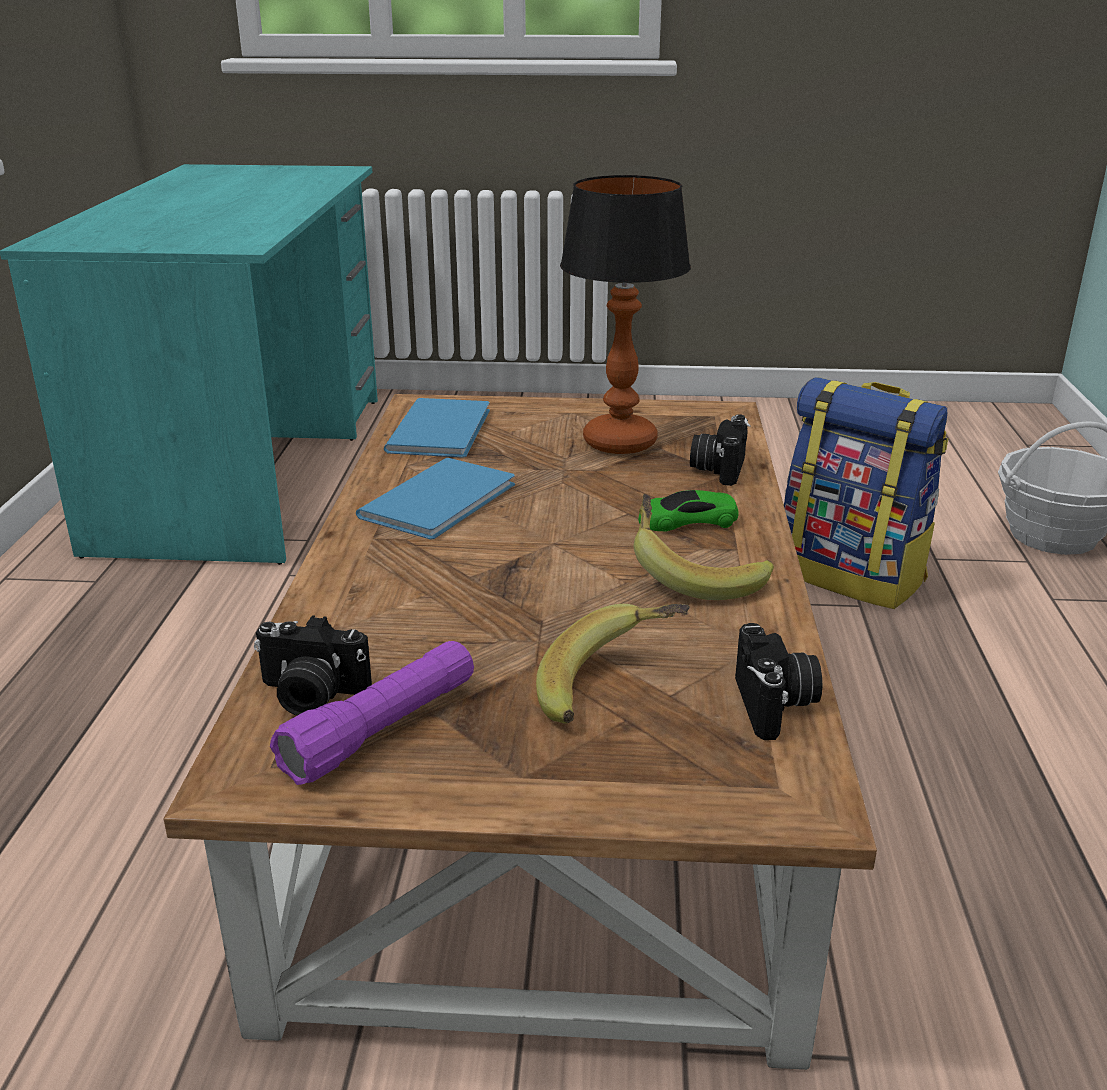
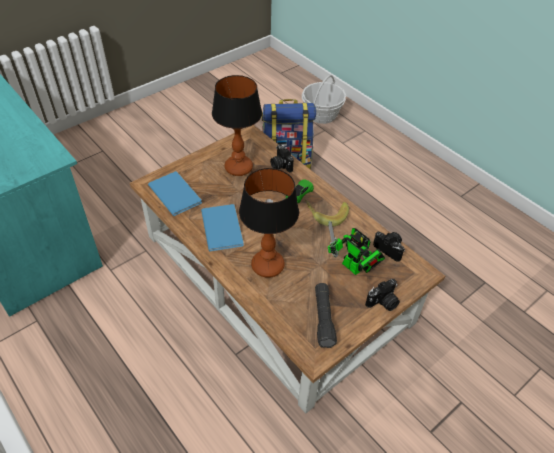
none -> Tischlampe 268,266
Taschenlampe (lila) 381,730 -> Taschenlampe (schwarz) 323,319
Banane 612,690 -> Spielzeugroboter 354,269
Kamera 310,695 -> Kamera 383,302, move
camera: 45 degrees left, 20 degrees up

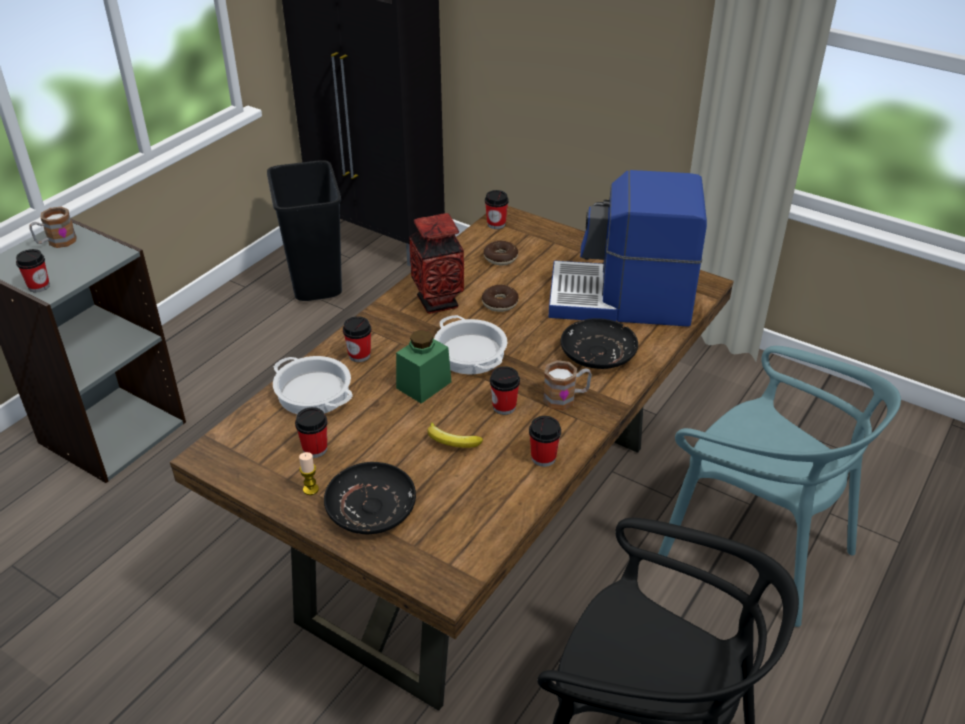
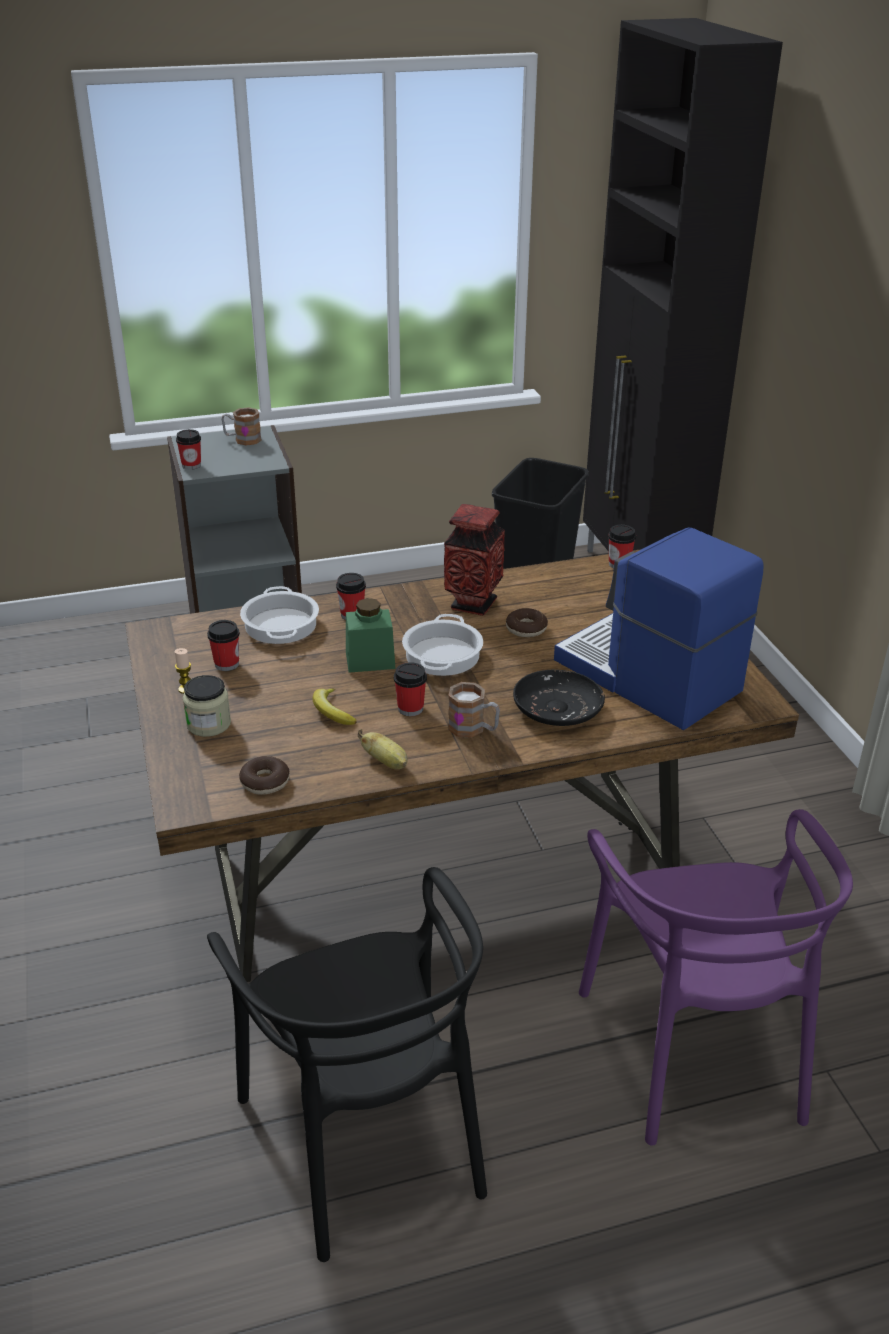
Teller (schwarz) 371,507 -> Vorratsglas 209,724
Donut 500,258 -> Donut 265,782, move
Tasse 543,458 -> Banane 386,762
Stuhl (türkis) 757,548 -> Stuhl (lila) 695,1050
camera: 40 degrees right, 5 degrees down

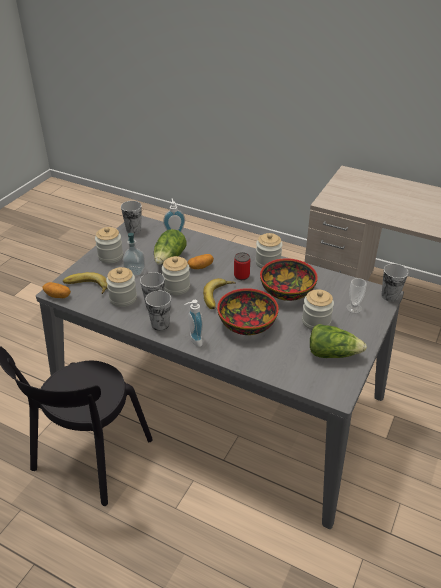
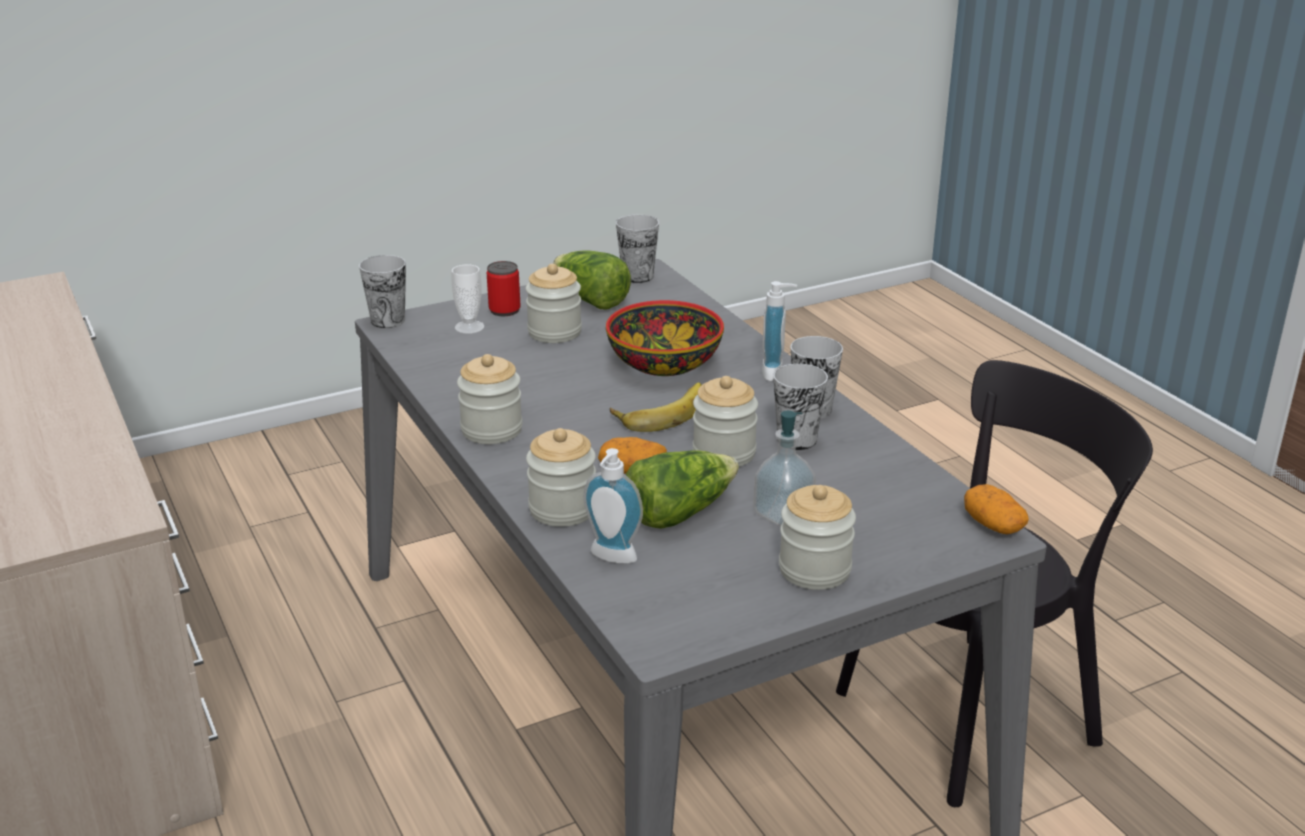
Dose 241,276 -> Dose 504,310, move
Vorratsglas 123,298 -> Vorratsglas 562,509, move
Tasse 133,229 -> Tasse 637,276, move
Banane 86,287 -> none
Schüssel 286,291 -> none
camera: 145 degrees left, 10 degrees down

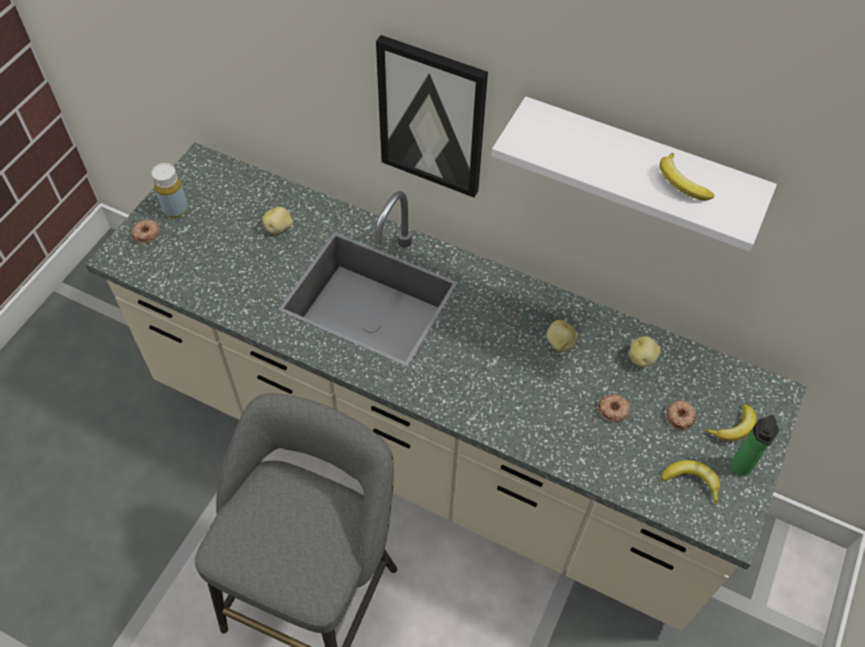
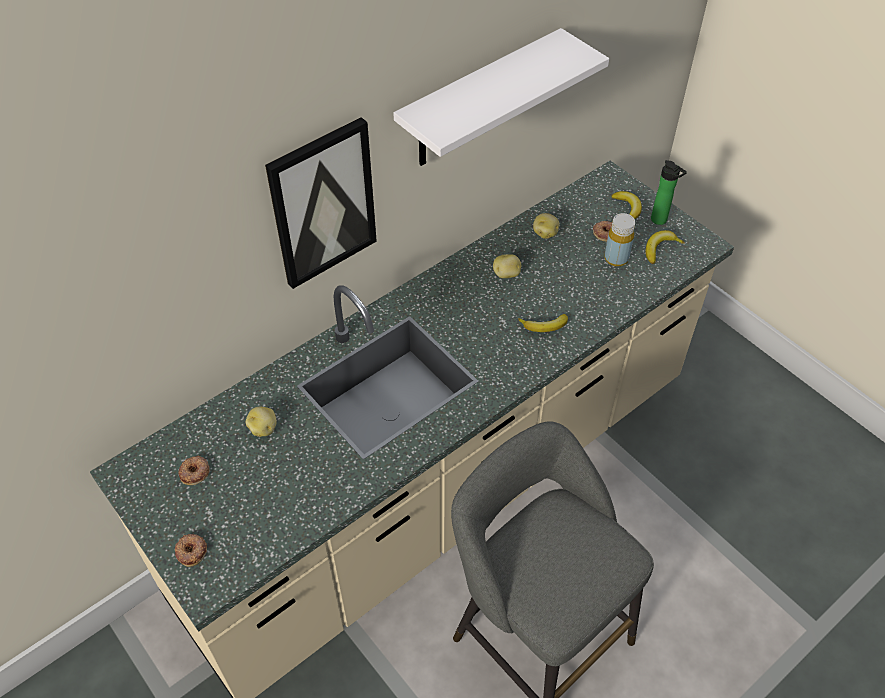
Donut 613,410 -> Donut 195,472, move
Banane 680,183 -> Banane 544,327, move
Flasche (gelb) 175,209 -> Flasche (gelb) 616,259, move
camera: 65 degrees left, 5 degrees down

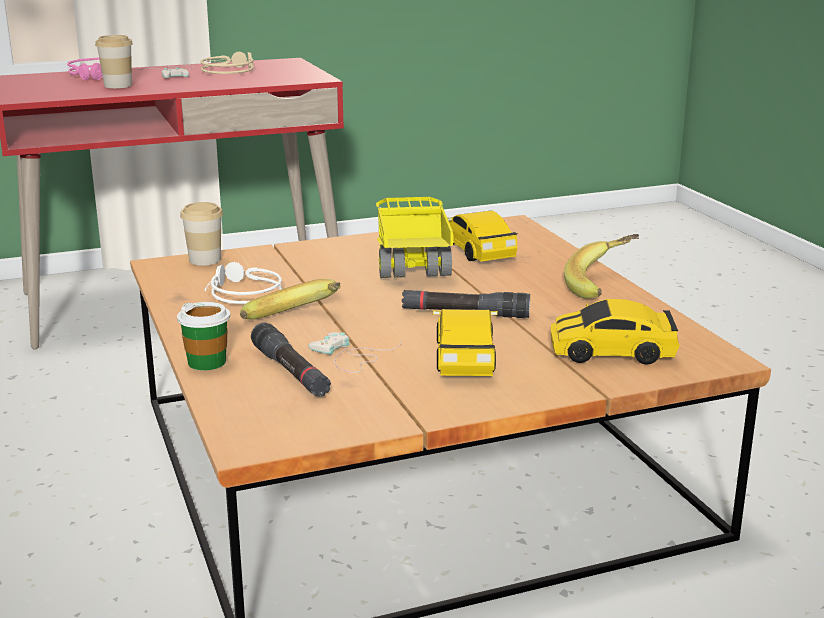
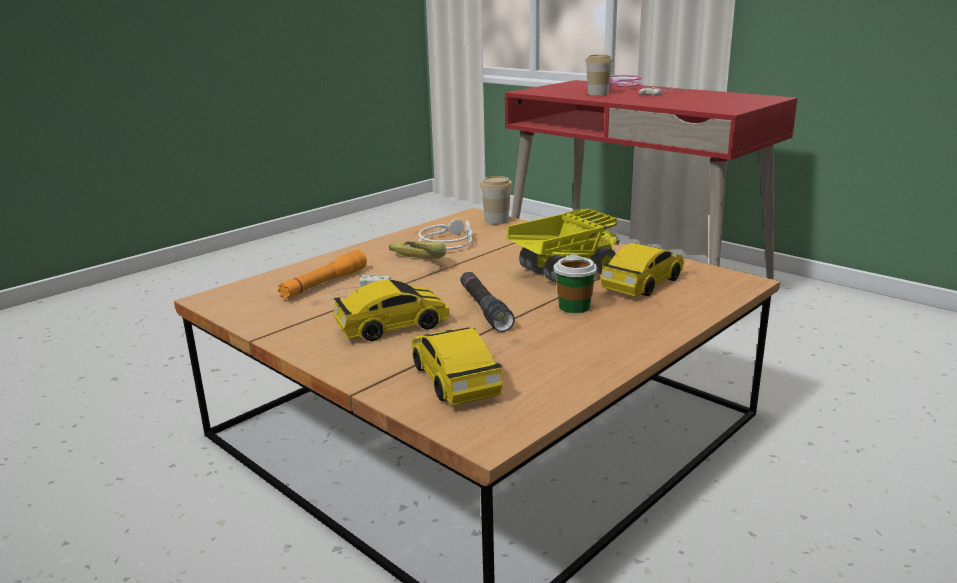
Taschenlampe (schwarz) 291,372 -> Taschenlampe (orange) 324,284
Tasse 207,362 -> Tasse 574,307, move
Kopfhörer (beige) 229,71 -> none
Banane 604,286 -> none
camera: 65 degrees right, 0 degrees up

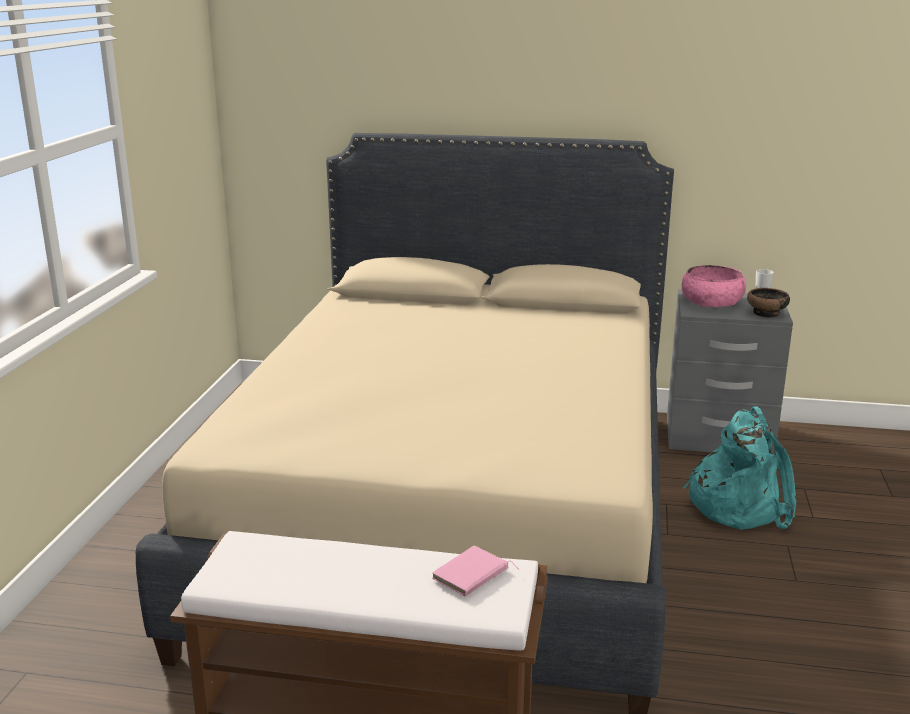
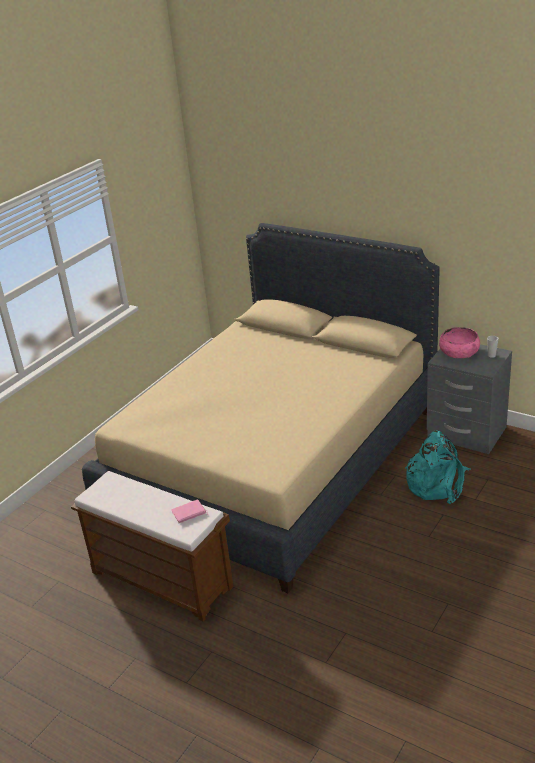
Schüssel 766,313 -> none
camera: 25 degrees right, 10 degrees up

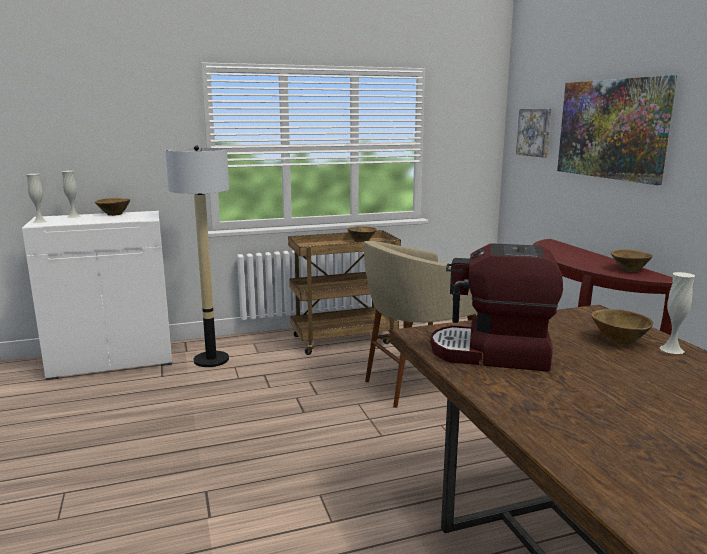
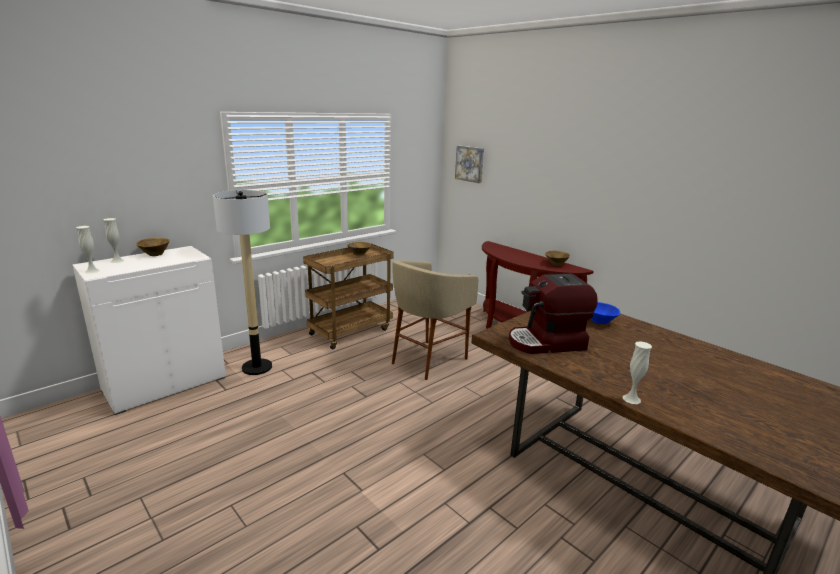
Schüssel (braun) 618,340 -> Schüssel (blau) 599,321
Vase (weiß) 671,349 -> Vase (weiß) 631,399, move
Bild 611,129 -> none
camera: 25 degrees left, 5 degrees up

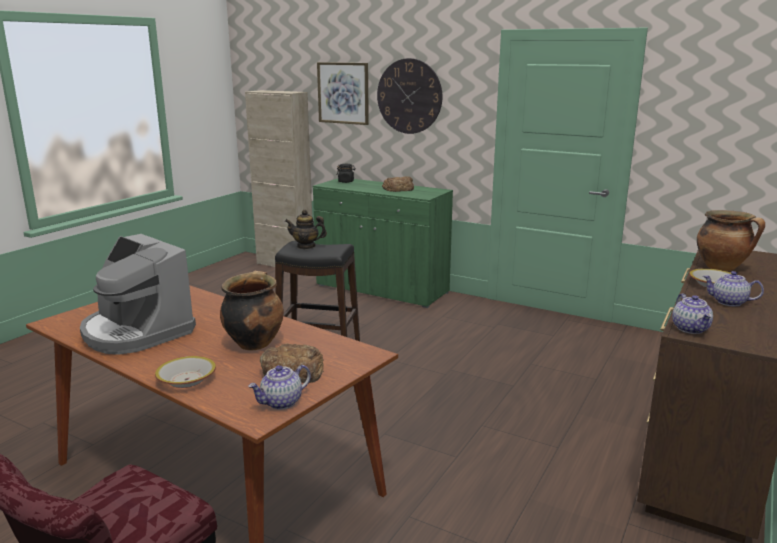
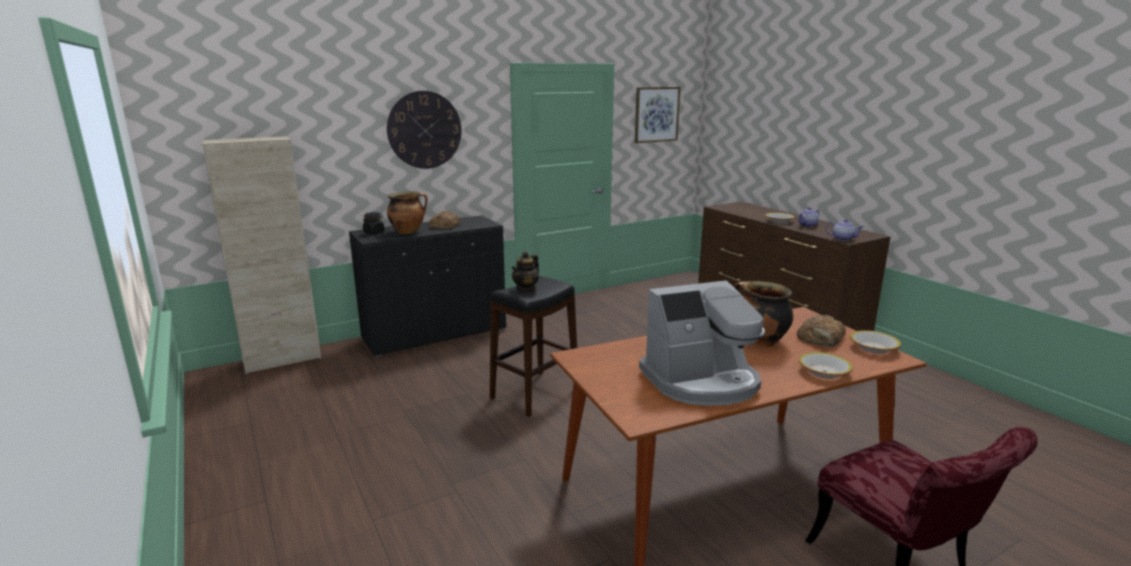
Schrank (grün) 381,289 -> Schrank (schwarz) 435,334
Kochtopf 722,268 -> Kochtopf 408,232, move
Bild 343,93 -> Bild 656,114, move
Teekanne 281,402 -> Schüssel 873,348
camera: 60 degrees left, 0 degrees up

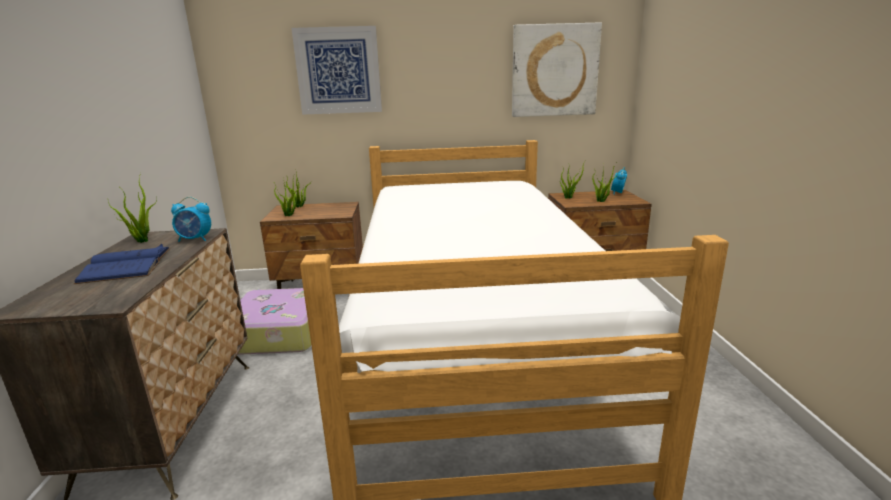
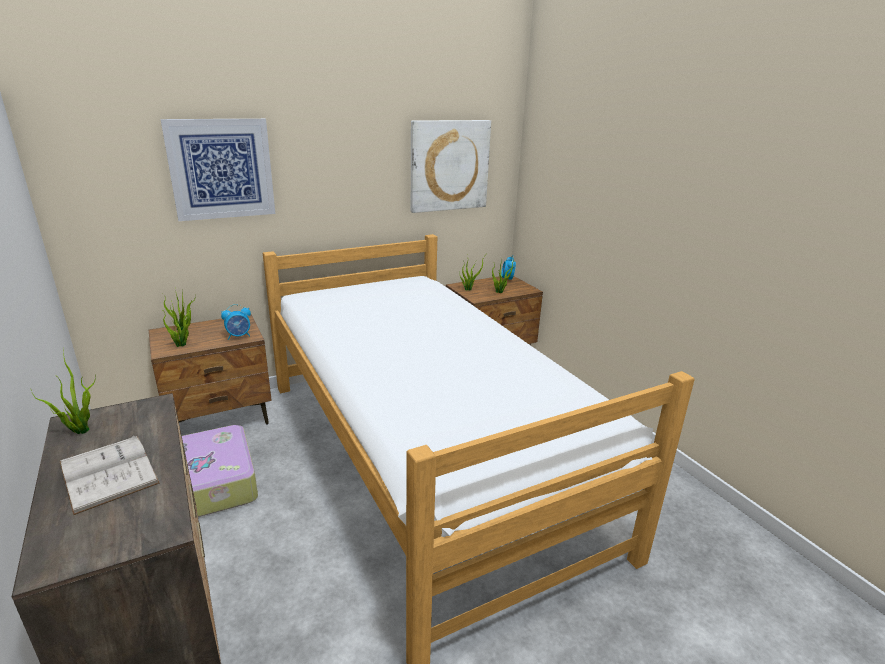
Buch (blau) 126,265 -> Buch (weiß) 108,472
Wecker 195,240 -> Wecker 239,336, move
camera: 25 degrees left, 5 degrees up

